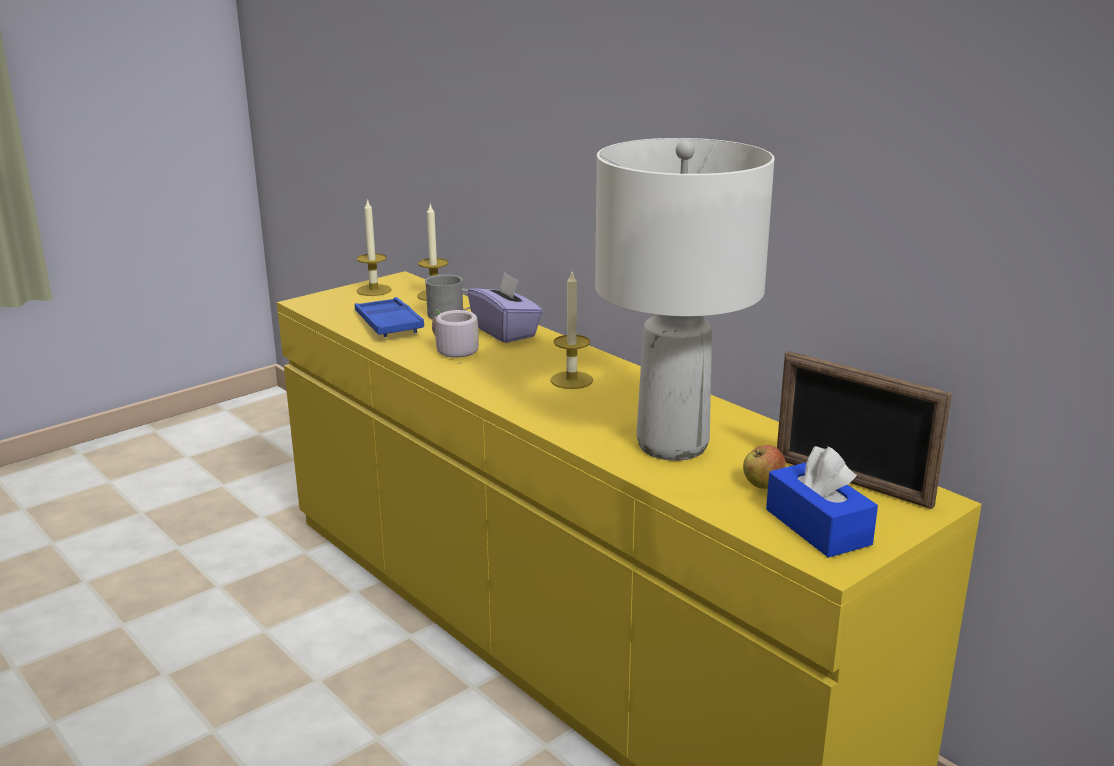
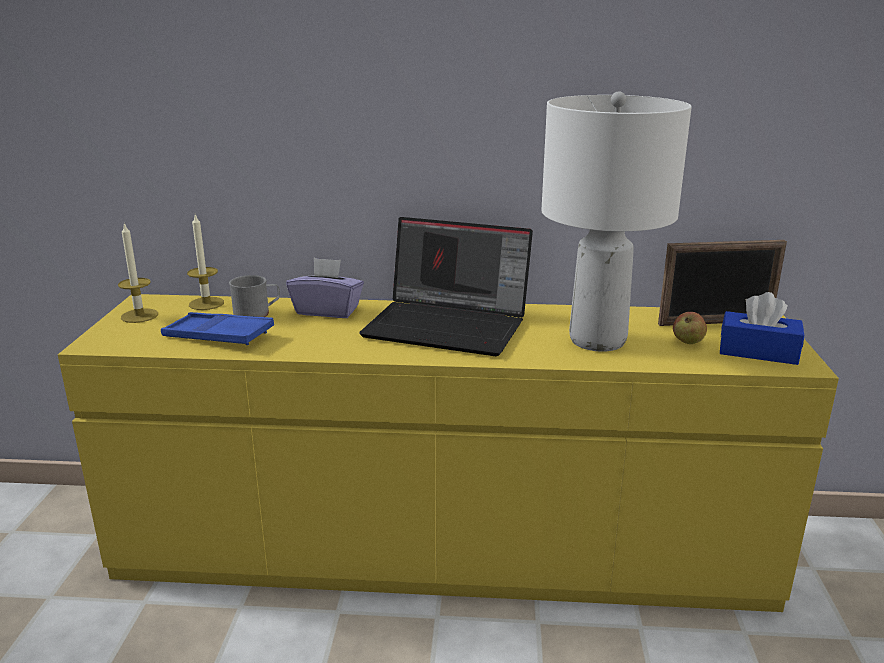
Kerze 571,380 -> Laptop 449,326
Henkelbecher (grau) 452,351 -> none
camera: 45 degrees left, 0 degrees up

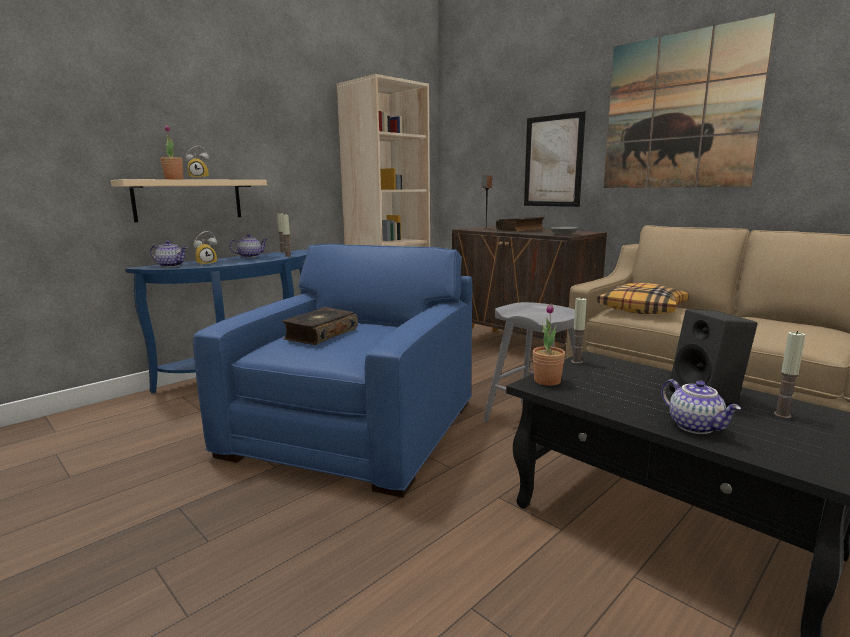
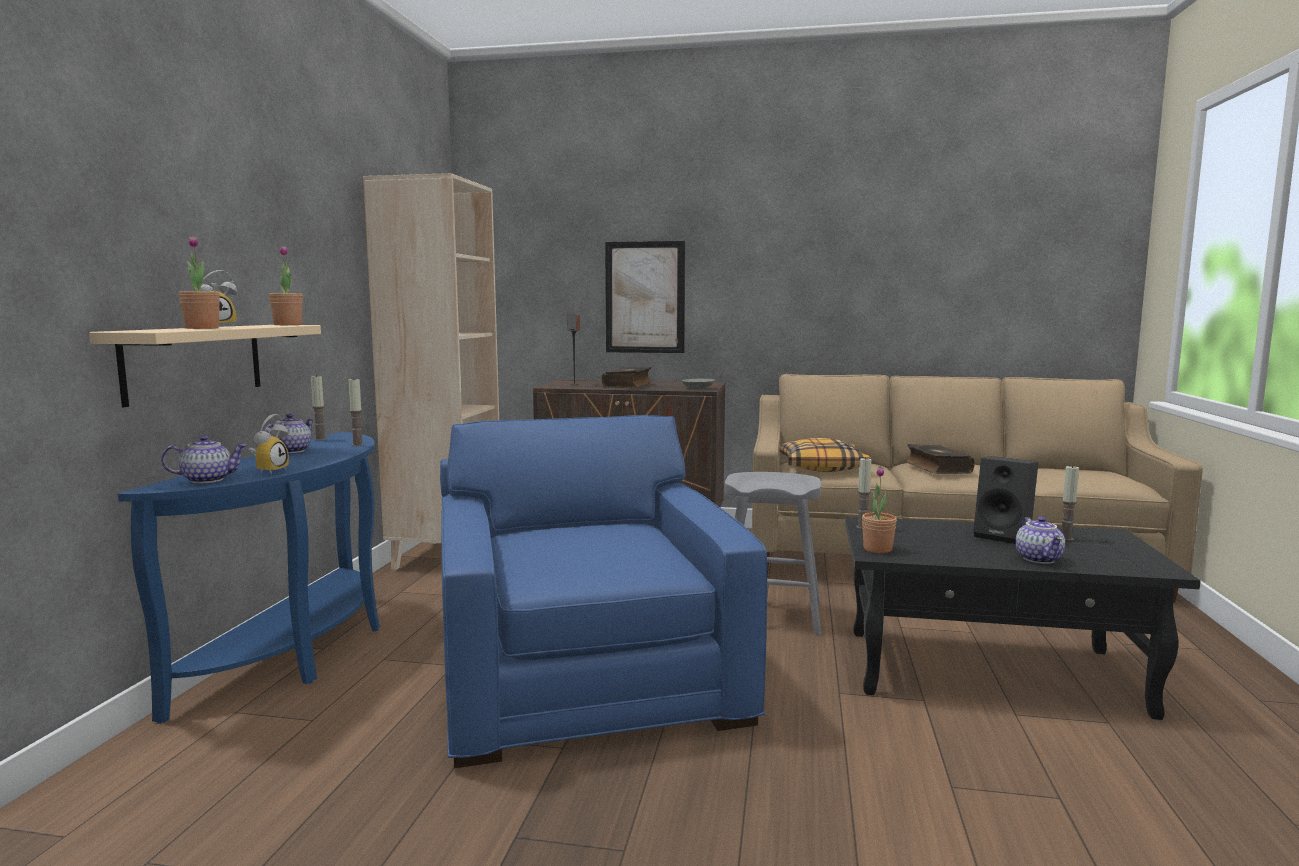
none -> Topfpflanze 288,325
Buch 320,334 -> Buch 936,468, move
Teekanne 696,426 -> Teekanne 1040,559, 60 degrees clockwise
Bild 679,112 -> none
camera: 35 degrees left, 5 degrees down

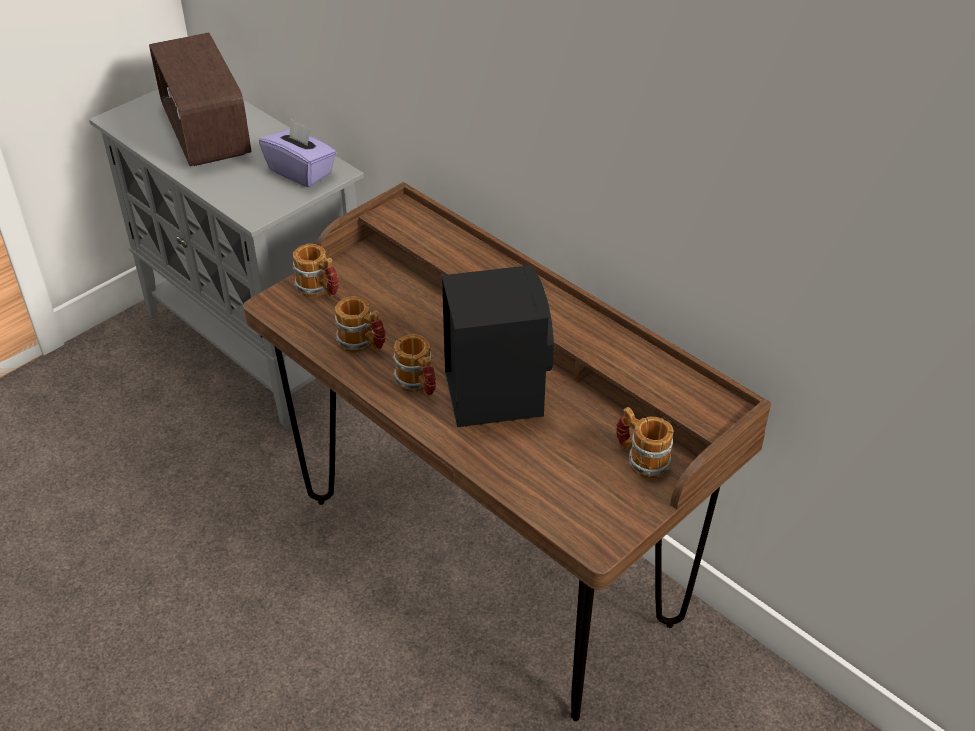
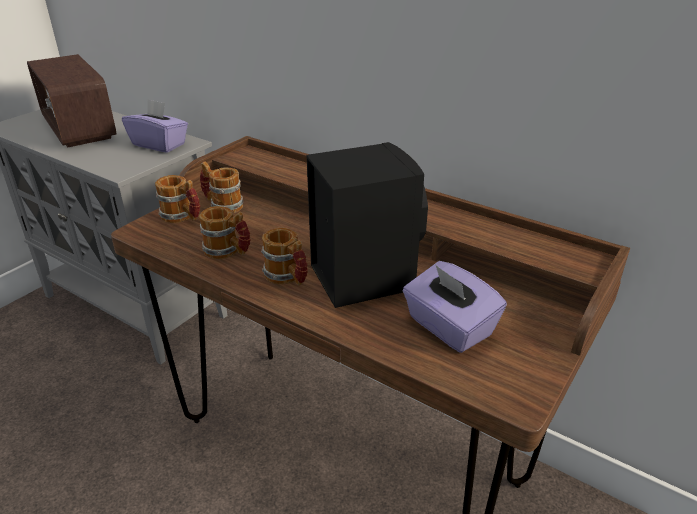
Henkelbecher 641,459 -> Henkelbecher 222,205, move
none -> Taschentuchbox (lila) 448,327
camera: 10 degrees left, 10 degrees down

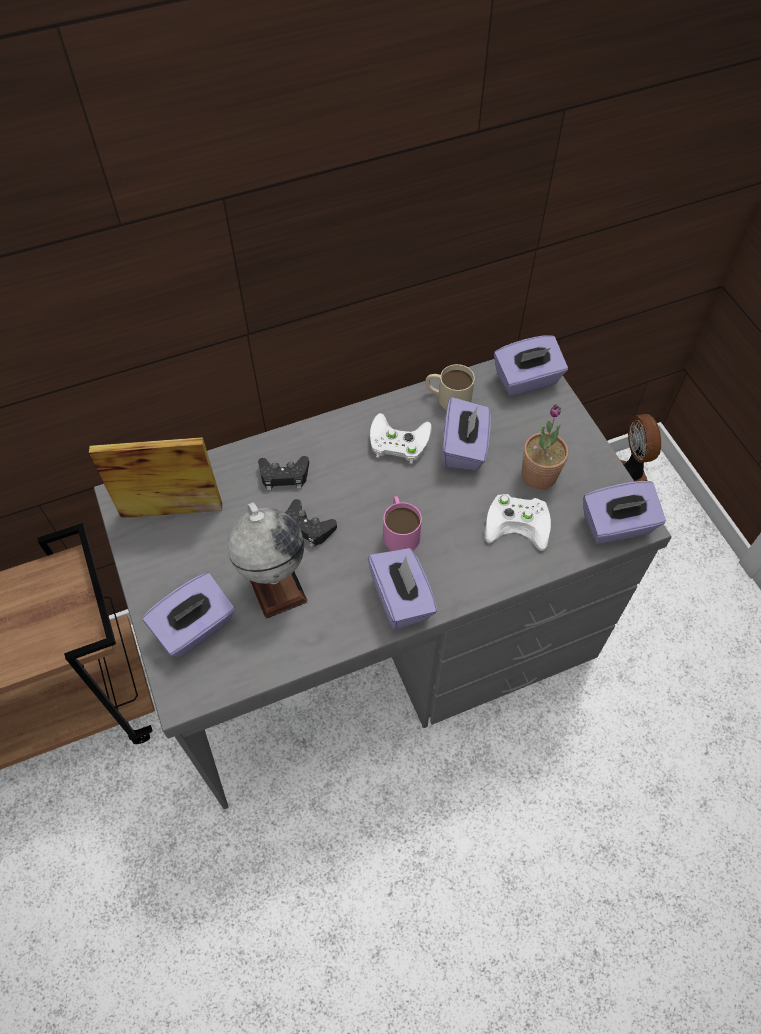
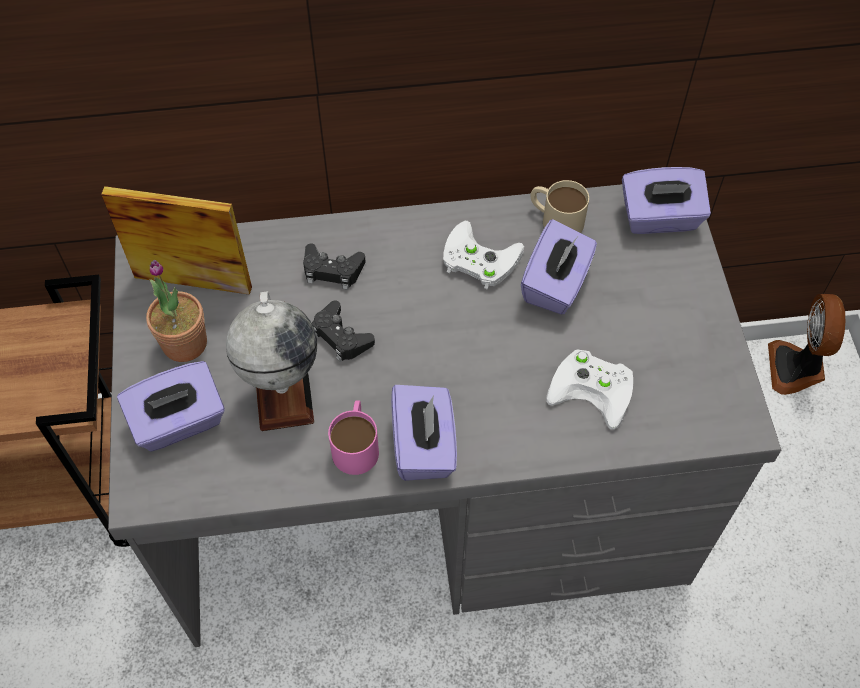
Topfpflanze 539,475 -> Topfpflanze 184,343, move
Henkelbecher (rosa) 400,530 -> Henkelbecher (rosa) 356,444, move
Taschentuchbox (lila) 617,526 -> none
camera: 15 degrees right, 0 degrees up

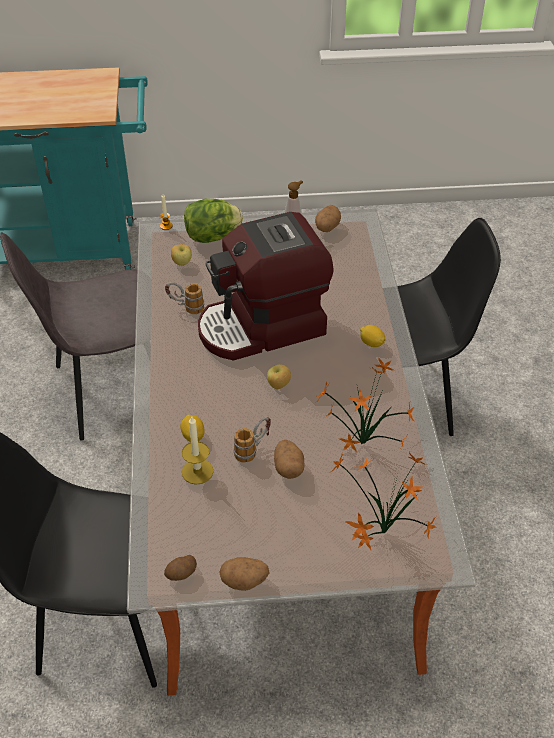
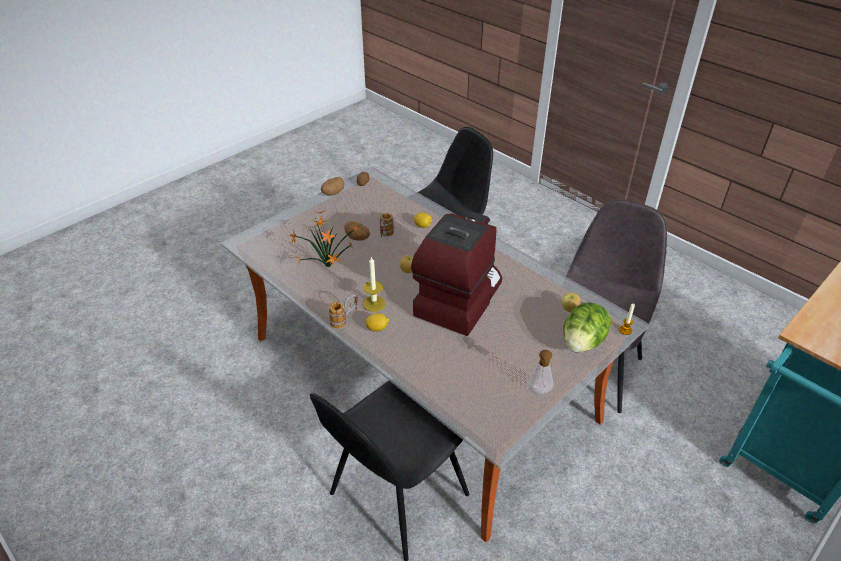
Henkelbecher 186,307 -> Henkelbecher 345,319, move
Kerze 197,471 -> Kerze 374,303, move
Kartoffel 327,228 -> none
Topfpflanze 381,534 -> none
camera: 140 degrees right, 5 degrees down

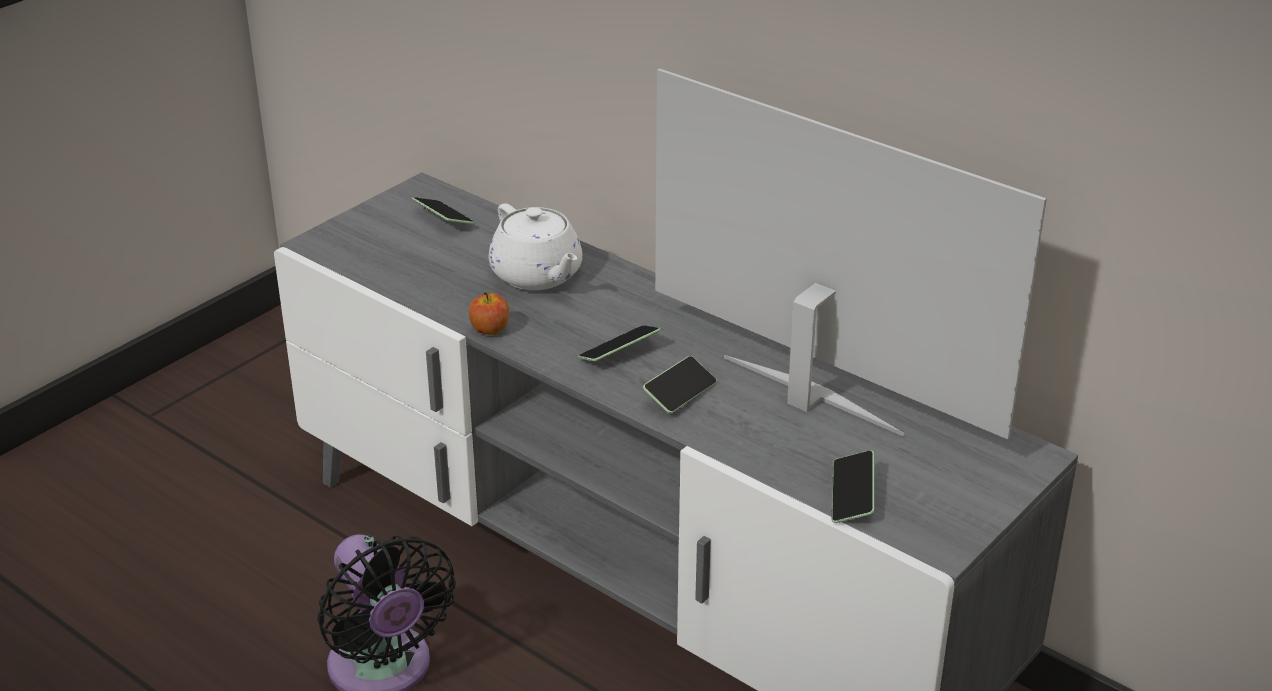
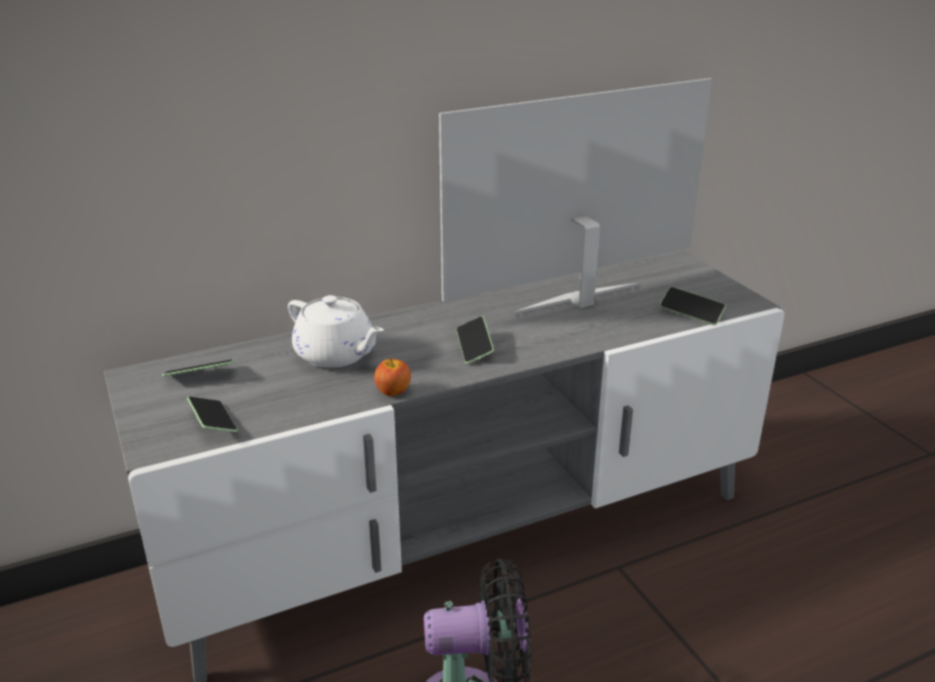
Handy 680,394 -> Handy 213,423, move
Teekanne (weiß) 537,275 -> Teekanne (weiß) 336,355, 45 degrees clockwise
camera: 65 degrees left, 5 degrees down

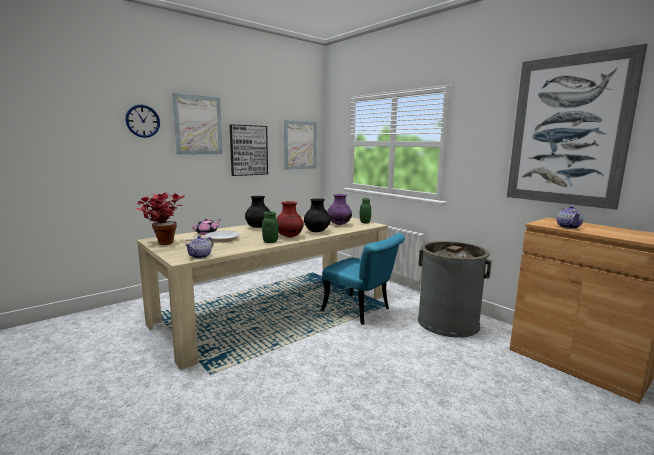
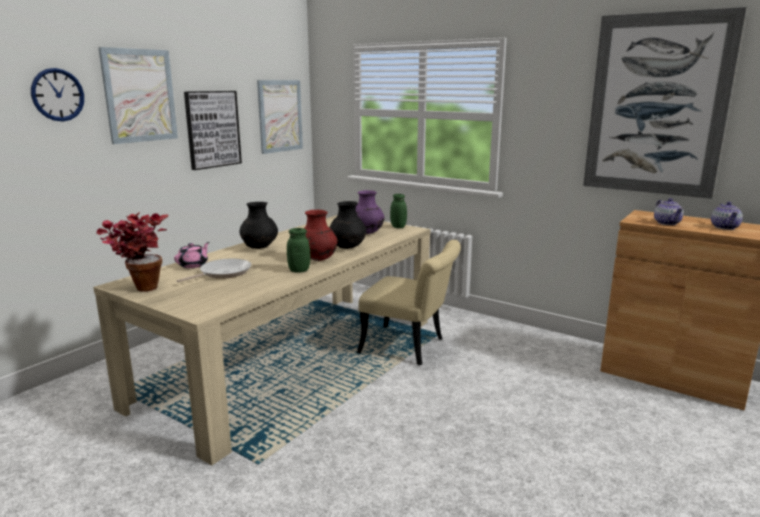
Stuhl (türkis) 362,311 -> Stuhl (beige) 410,347
Teekanne 200,256 -> Teekanne 724,227, move
Mülleimer (grau) 448,322 -> none
camera: 15 degrees left, 5 degrees up

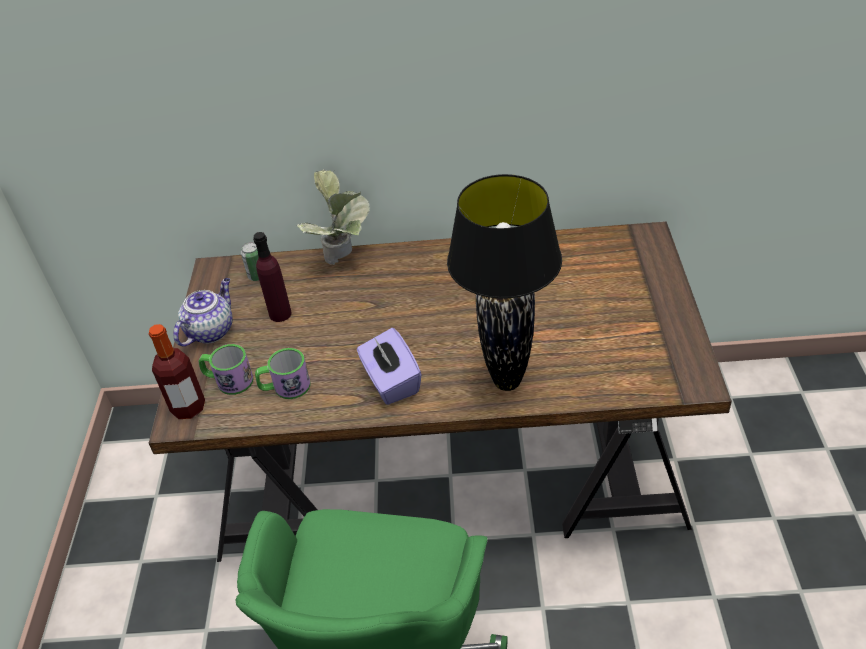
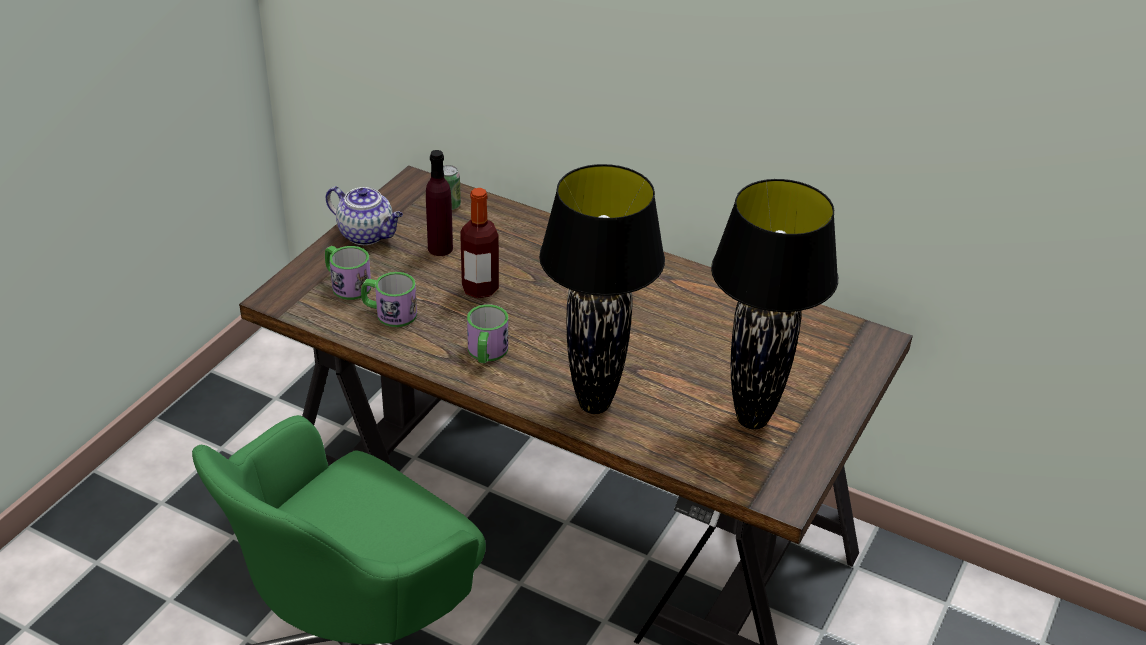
Teekanne 211,330 -> Teekanne 367,235, 60 degrees clockwise
Flasche 188,408 -> Flasche 480,288, move
Taschentuchbox (lila) 391,382 -> Henkelbecher 486,353
none -> Tischlampe (schwarz) 753,419
Topfpflanze 344,259 -> none
camera: 25 degrees right, 5 degrees down

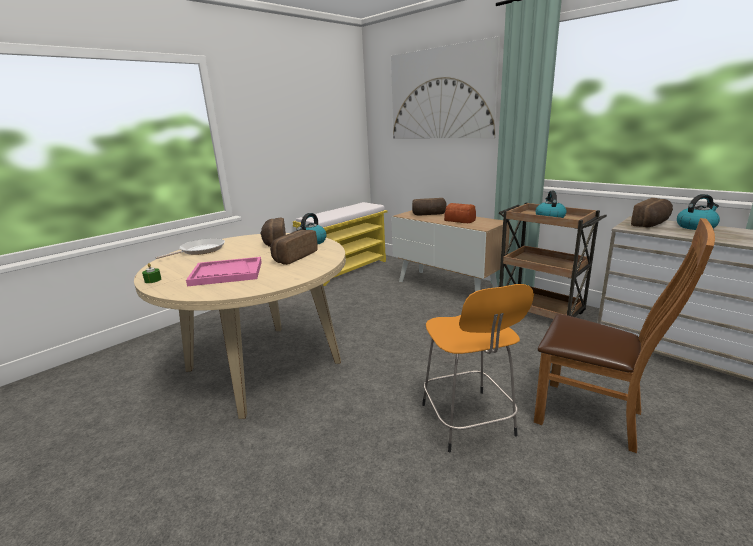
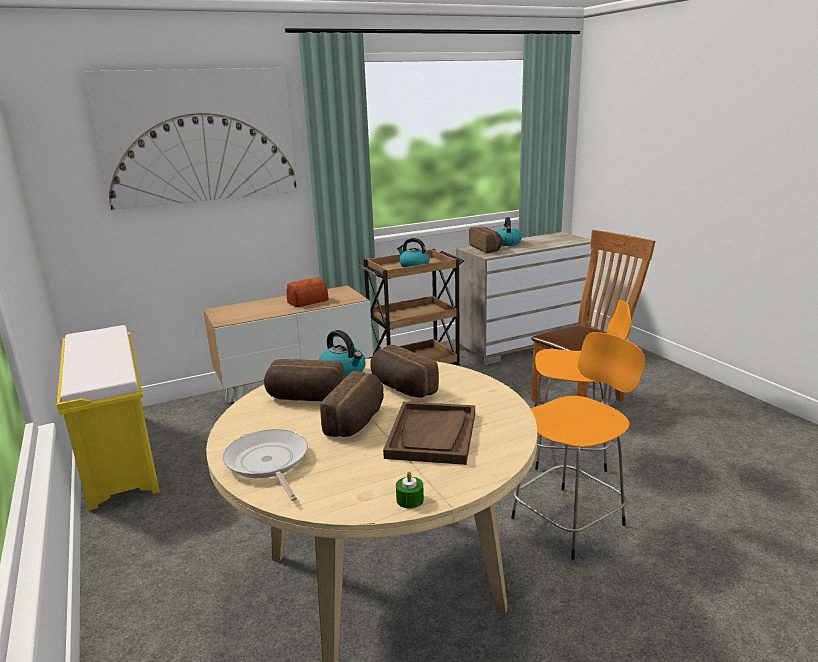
Brot 429,214 -> Brot 358,421, move
Tablett (rosa) 226,273 -> Tablett (braun) 432,435
none -> Hocker (orange) 570,520
camera: 70 degrees left, 0 degrees up

